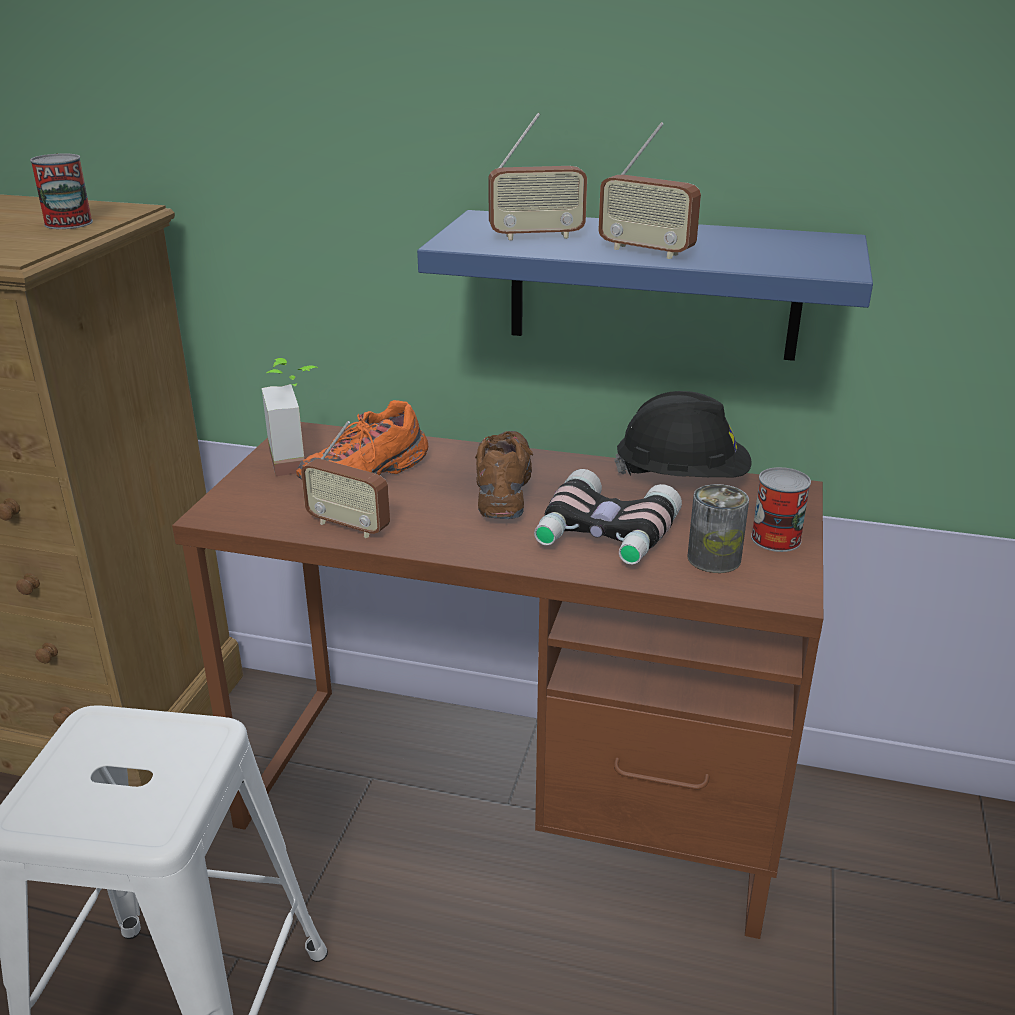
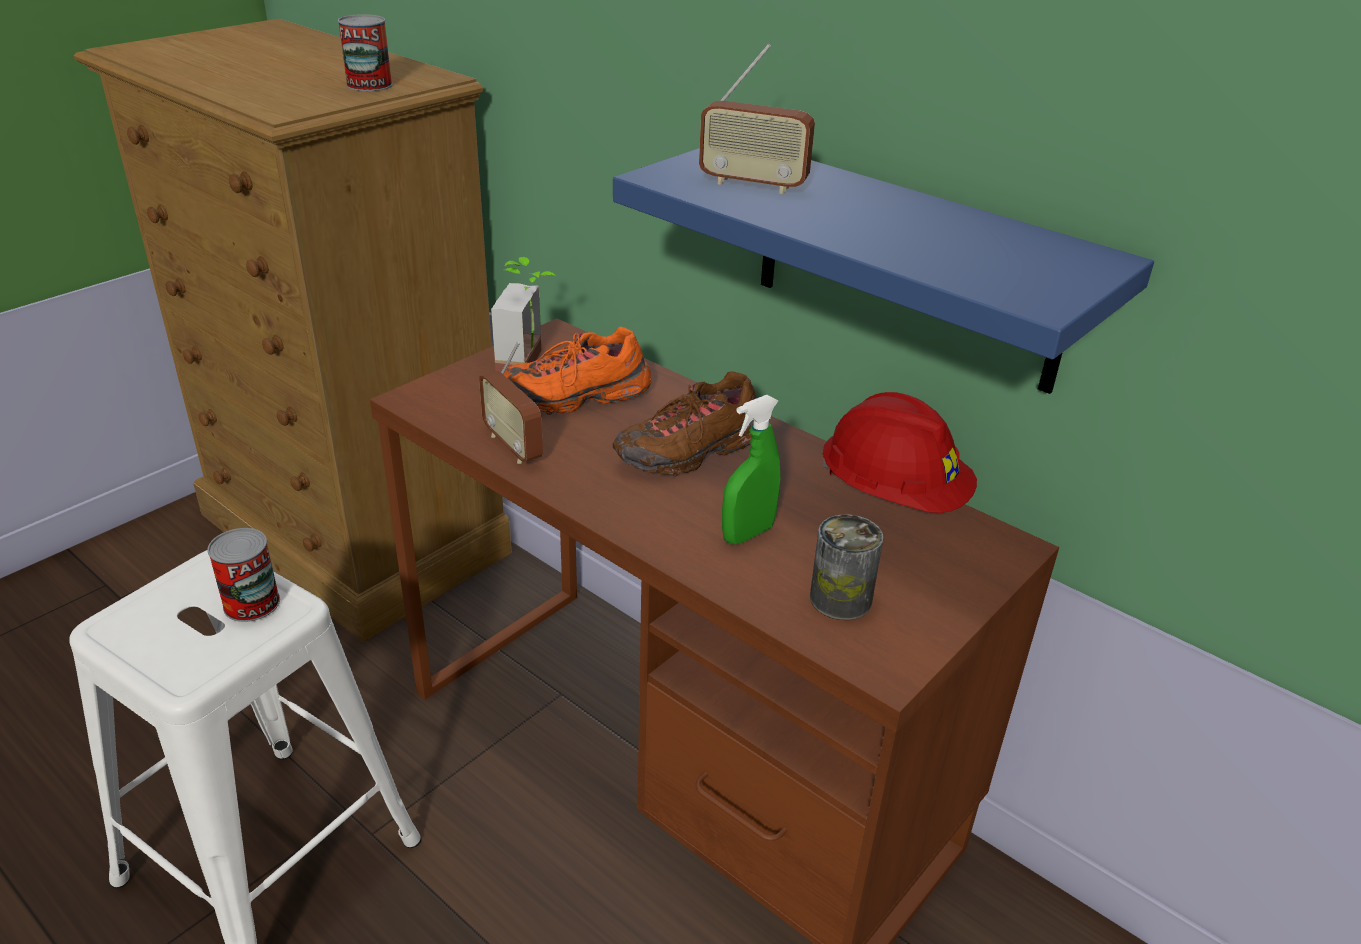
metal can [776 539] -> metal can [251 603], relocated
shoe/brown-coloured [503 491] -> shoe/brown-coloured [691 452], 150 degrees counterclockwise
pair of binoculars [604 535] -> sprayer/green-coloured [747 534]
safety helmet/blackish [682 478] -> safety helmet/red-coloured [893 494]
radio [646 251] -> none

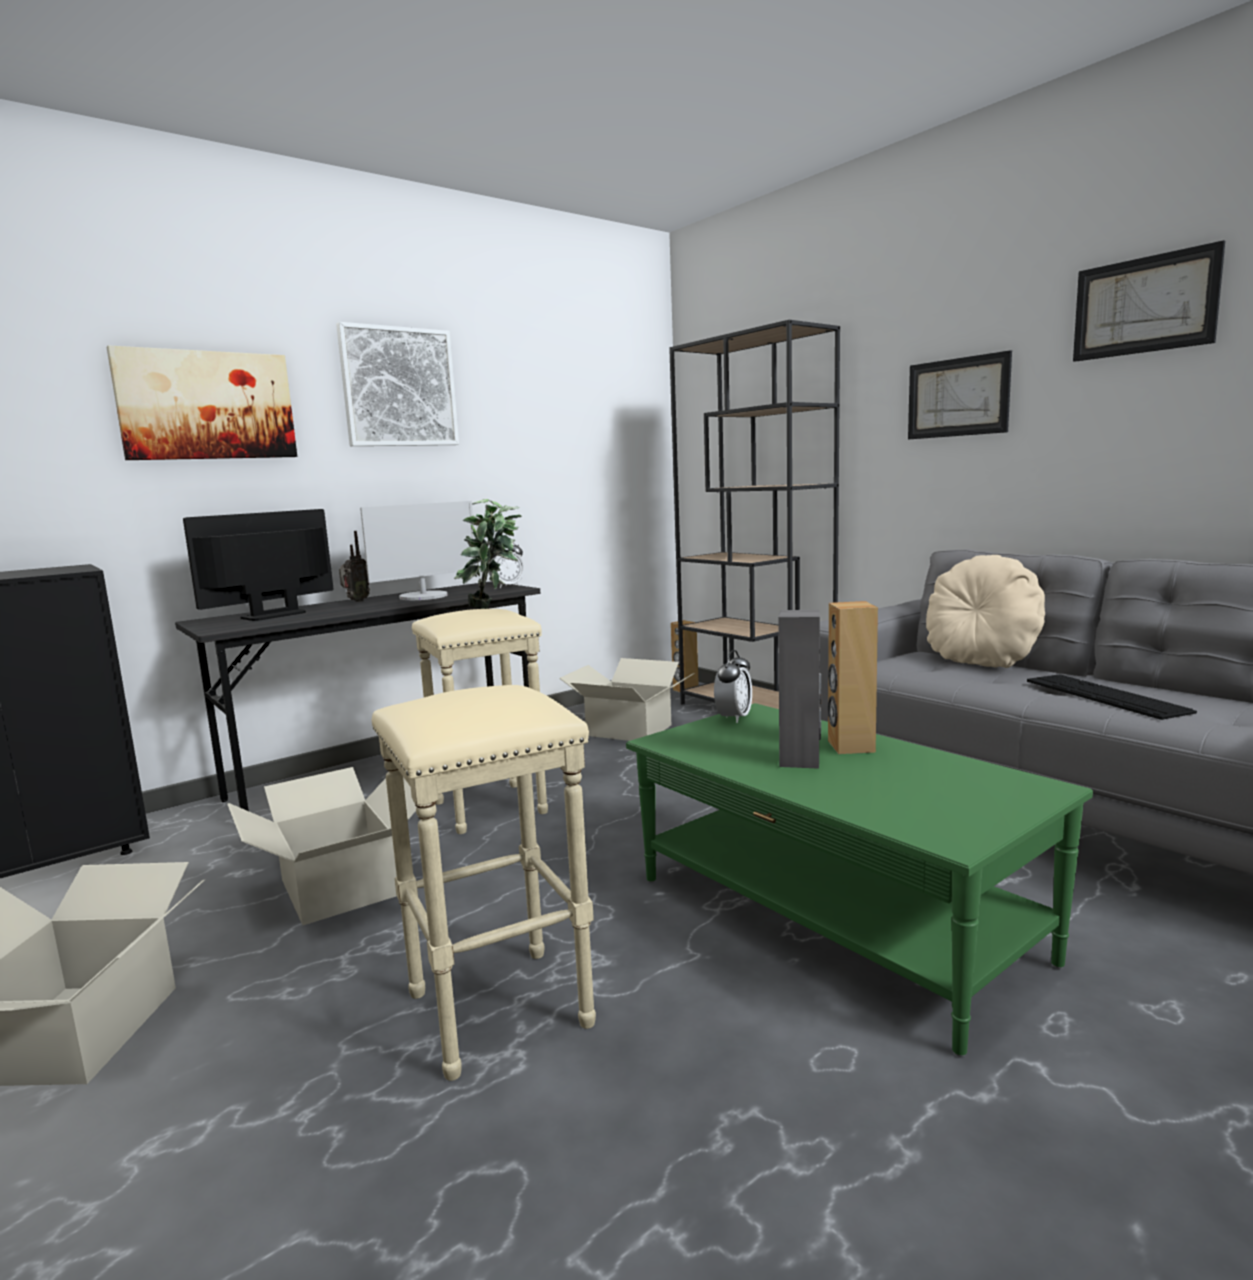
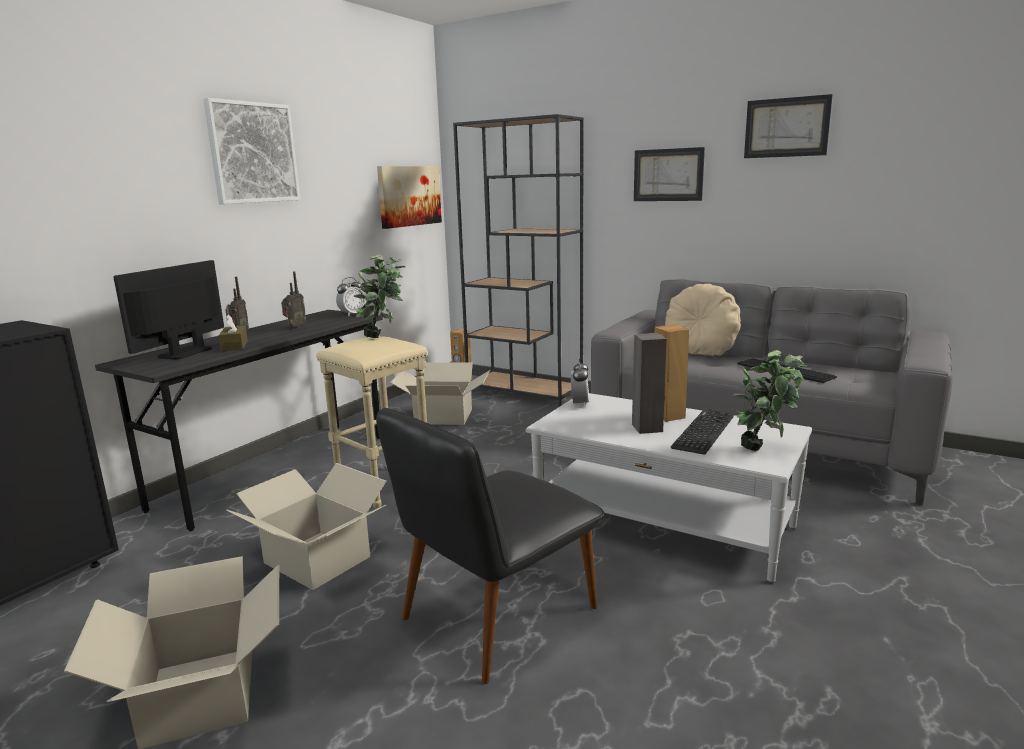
none -> tissue box/brown-coloured [234 346]
computer display [424 596] -> radio [295 327]
stool/beige [495 1008] -> plain chair/blackish [499 612]
picture [207 406] -> picture [409 196], relocated
coffee table/green-coloured [833 919] -> coffee table/whitish [664 523]
none -> PC keyboard [703 432]
none -> potted plant [765 449]

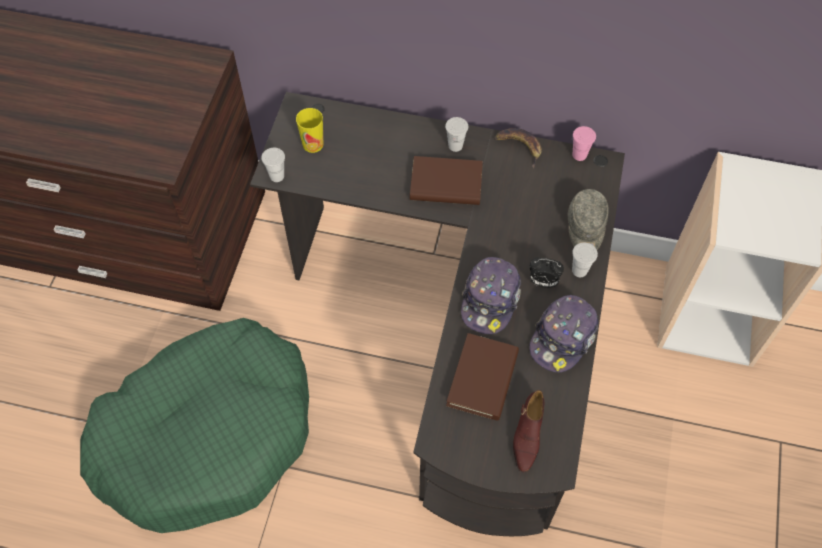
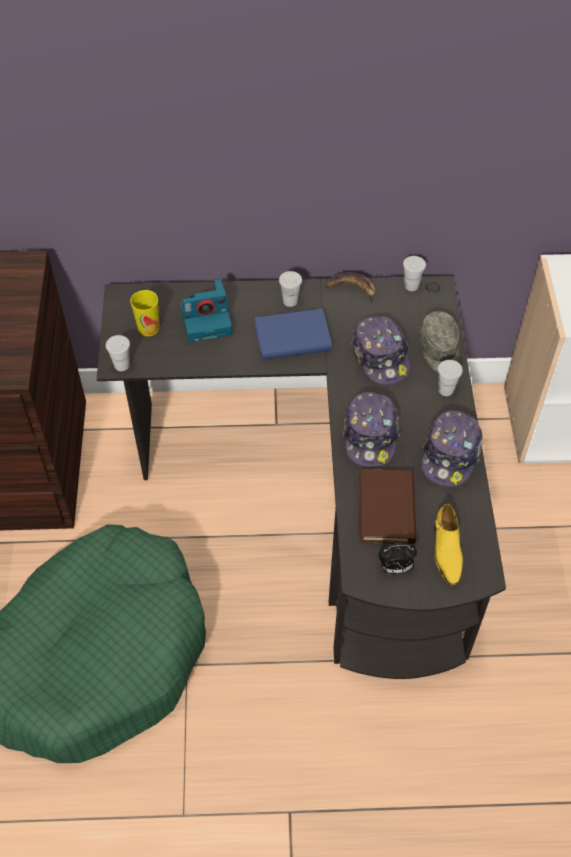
none -> photo camera [207 320]
volume/brown-coloured [446 184] -> volume/bluish [292 338]
none -> cap [380 356]
alarm clock [543 282] -> alarm clock [395 568], relocated
small cup/pink-coloured [579 155] -> small cup/whitish [411 285]
shoe/brown-coloured [527 436] -> shoe/yellowish [446 551]

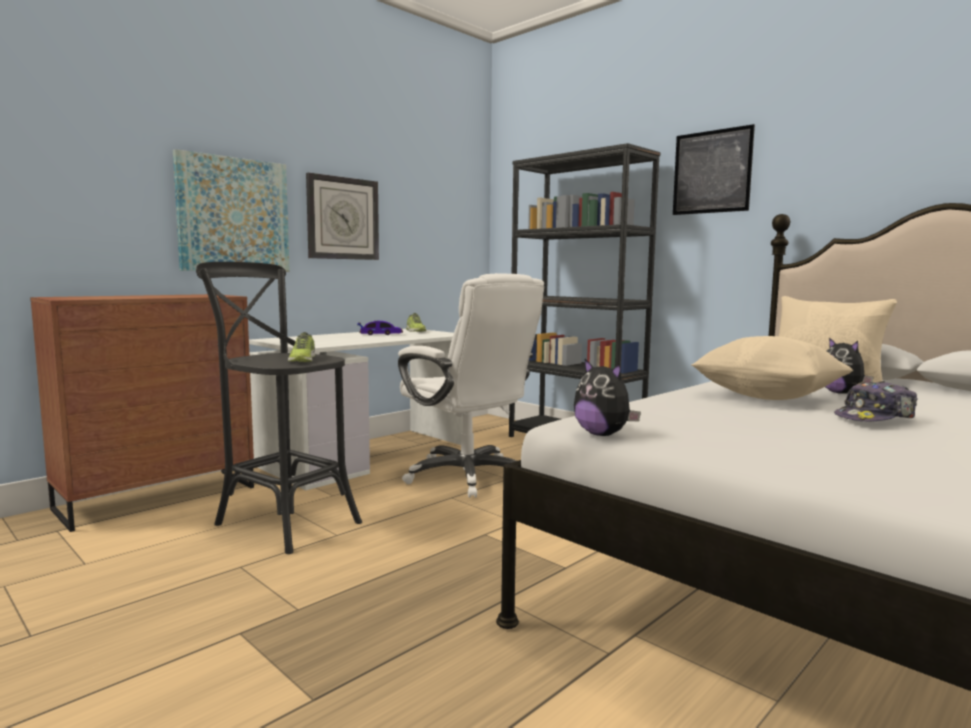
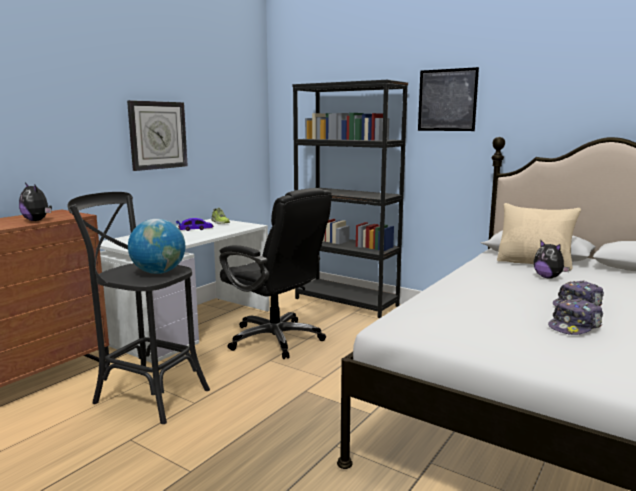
plush toy [603 434] -> plush toy [37 220], relocated
shoe [302 360] -> desk globe [159 272]
office chair/whitish [467 475] -> office chair/blackish [275 338]
none -> cap [575 326]
picture [233 215] -> none
cushion/beige [768 397] -> none

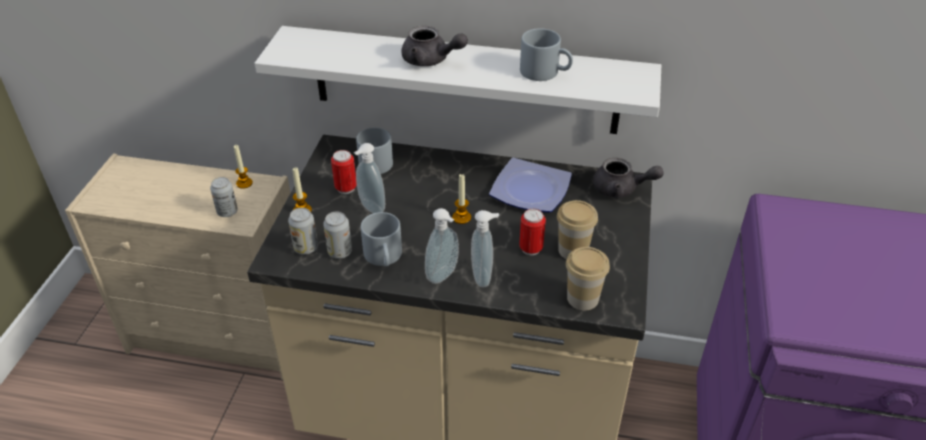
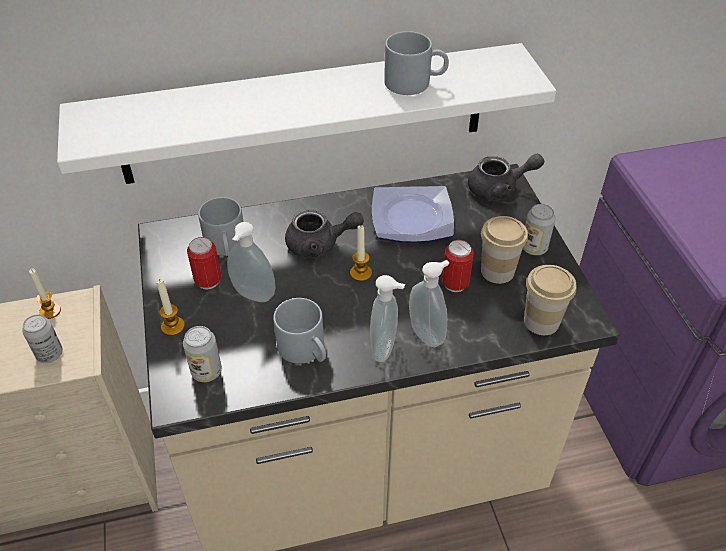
tea pot/greyish [431 60] -> tea pot/greyish [320 244], relocated
metal can [340 252] -> metal can [534 248], relocated

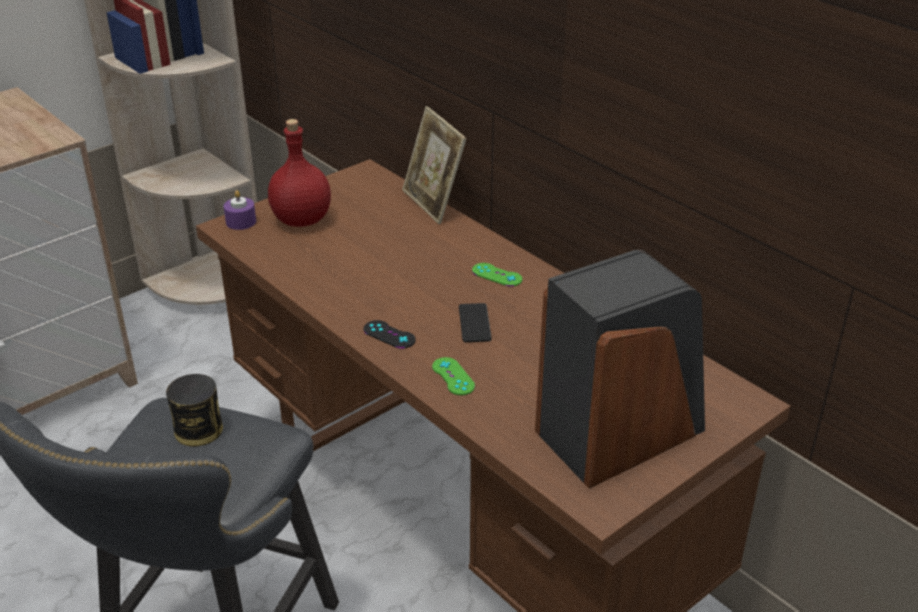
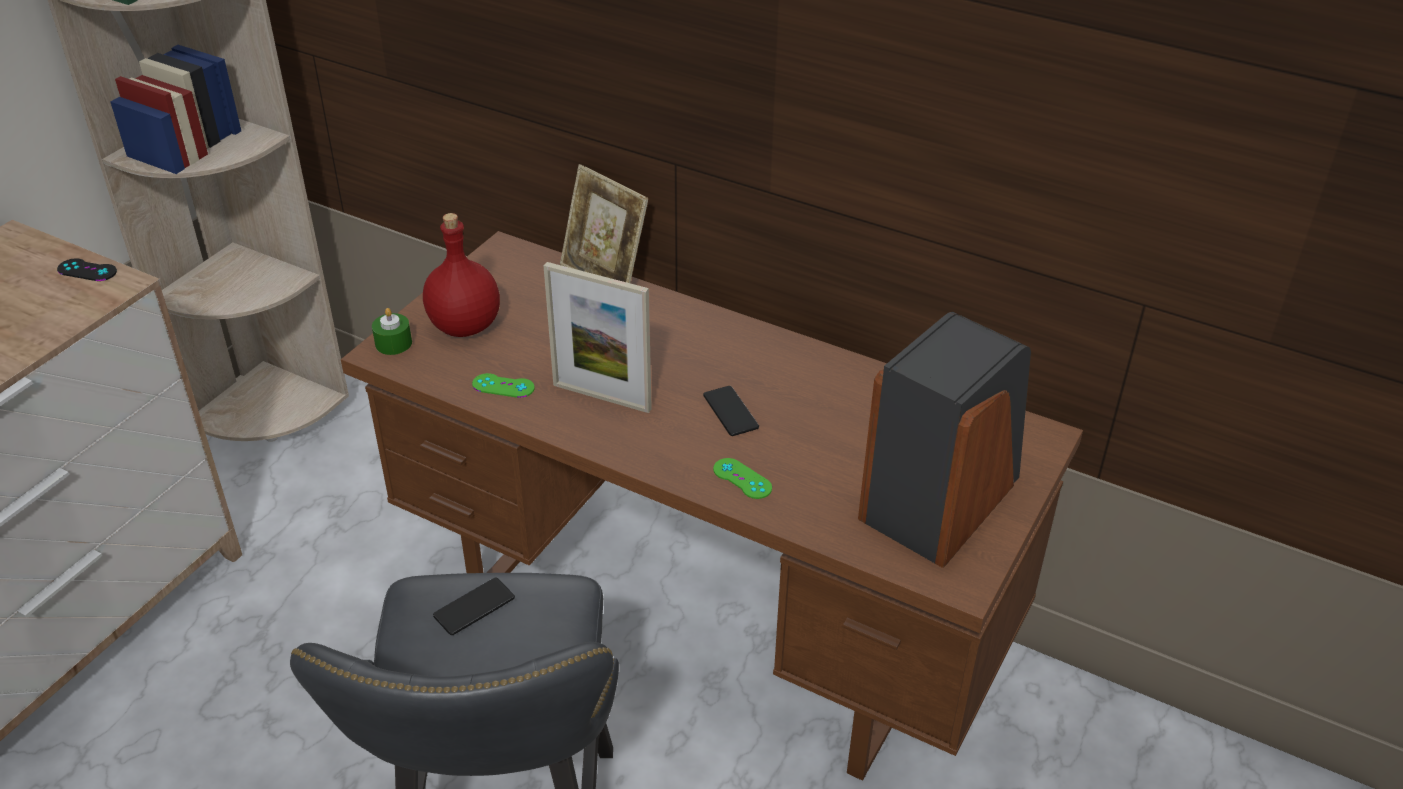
gamepad/blackish [389 334] -> gamepad/blackish [87 270], relocated
wax candle/purple-coloured [241 222] -> wax candle/green-coloured [393 343]
metal can [198 430] -> handset [474 607]
gamepad/green-coloured [497 275] -> gamepad/green-coloured [503 386], relocated
none -> picture frame [601 397]

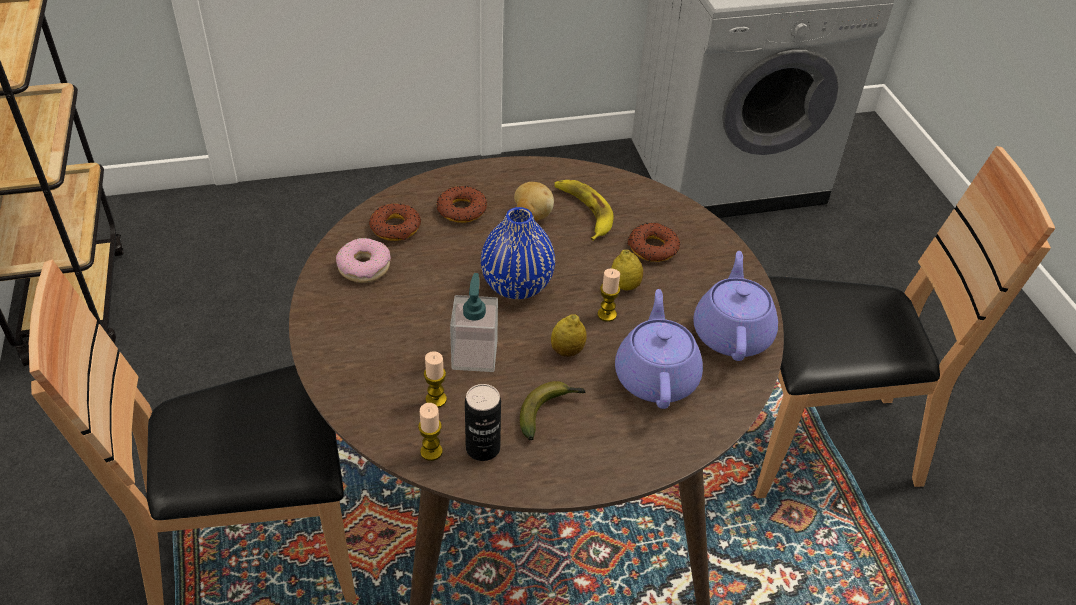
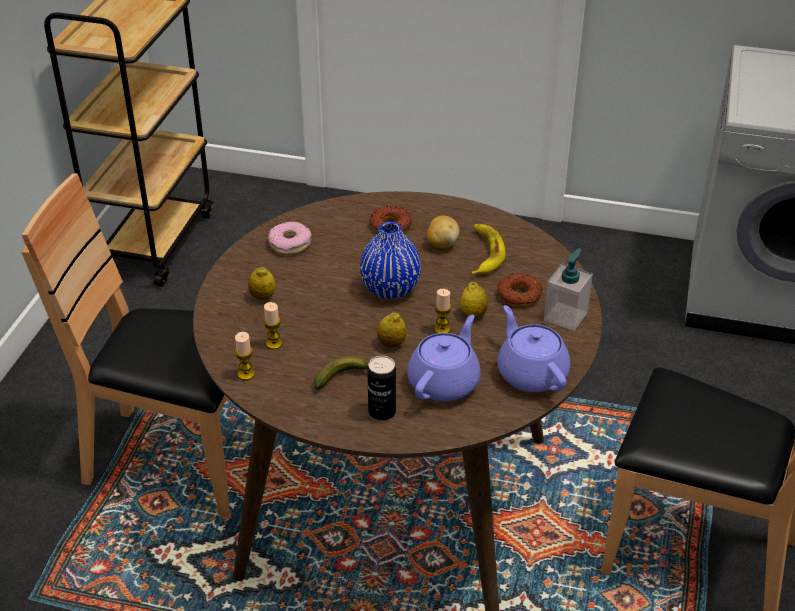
none -> citrus fruit [262 296]
metal can [483 448] -> metal can [382 411], relocated
tea pot/purple-coloured [732 333] -> tea pot/purple-coloured [531 373], 60 degrees counterclockwise
liquid soap bottle [474 355] -> liquid soap bottle [565 316], relocated
donut [395 227] -> none

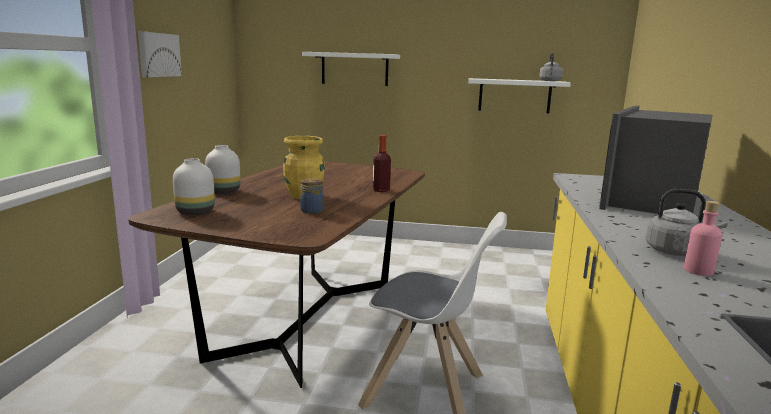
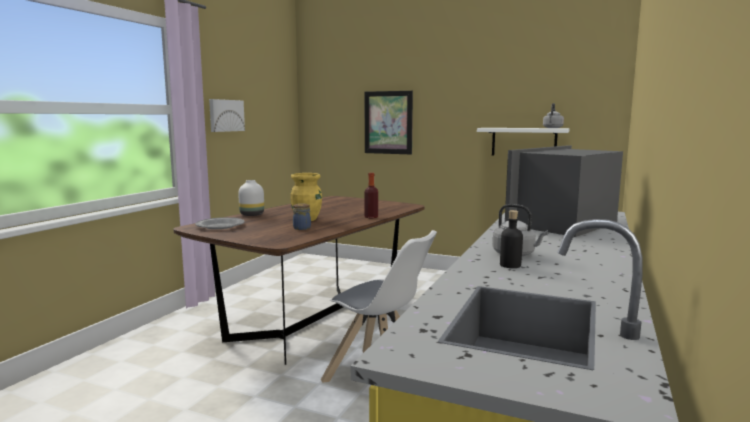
decorative vase/whitish [196 212] -> dinner plate/greyish [220 226]
shelf/whitish [354 69] -> picture [388 122]
drink bottle/pink-coloured [698 271] -> drink bottle/blackish [510 265]

